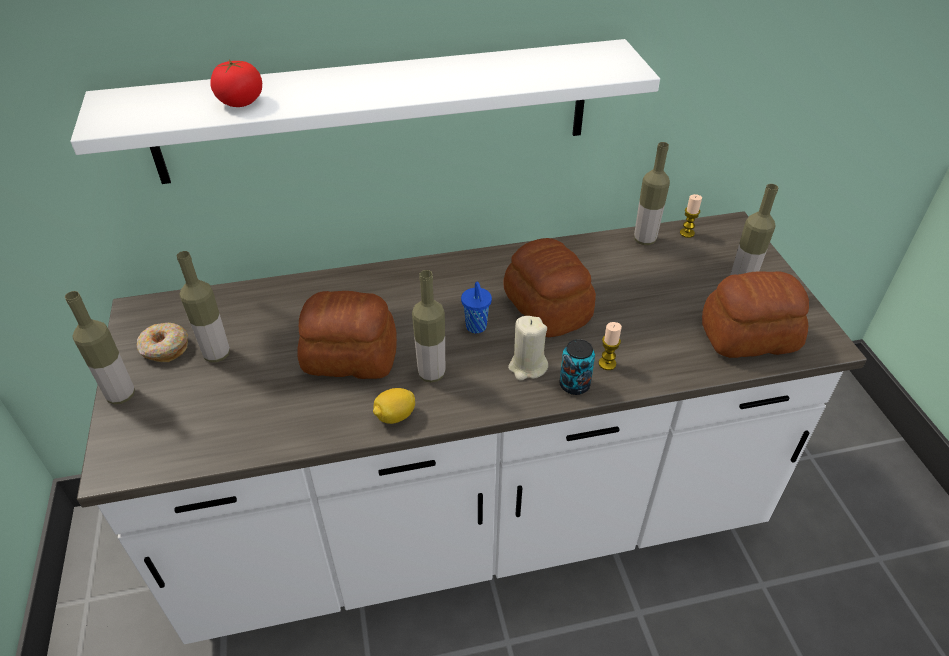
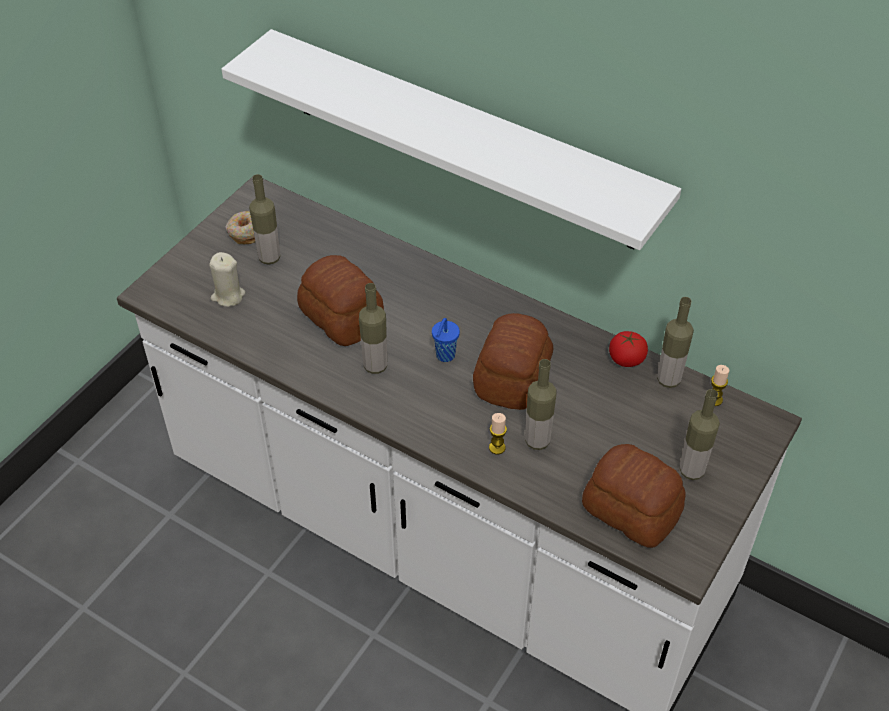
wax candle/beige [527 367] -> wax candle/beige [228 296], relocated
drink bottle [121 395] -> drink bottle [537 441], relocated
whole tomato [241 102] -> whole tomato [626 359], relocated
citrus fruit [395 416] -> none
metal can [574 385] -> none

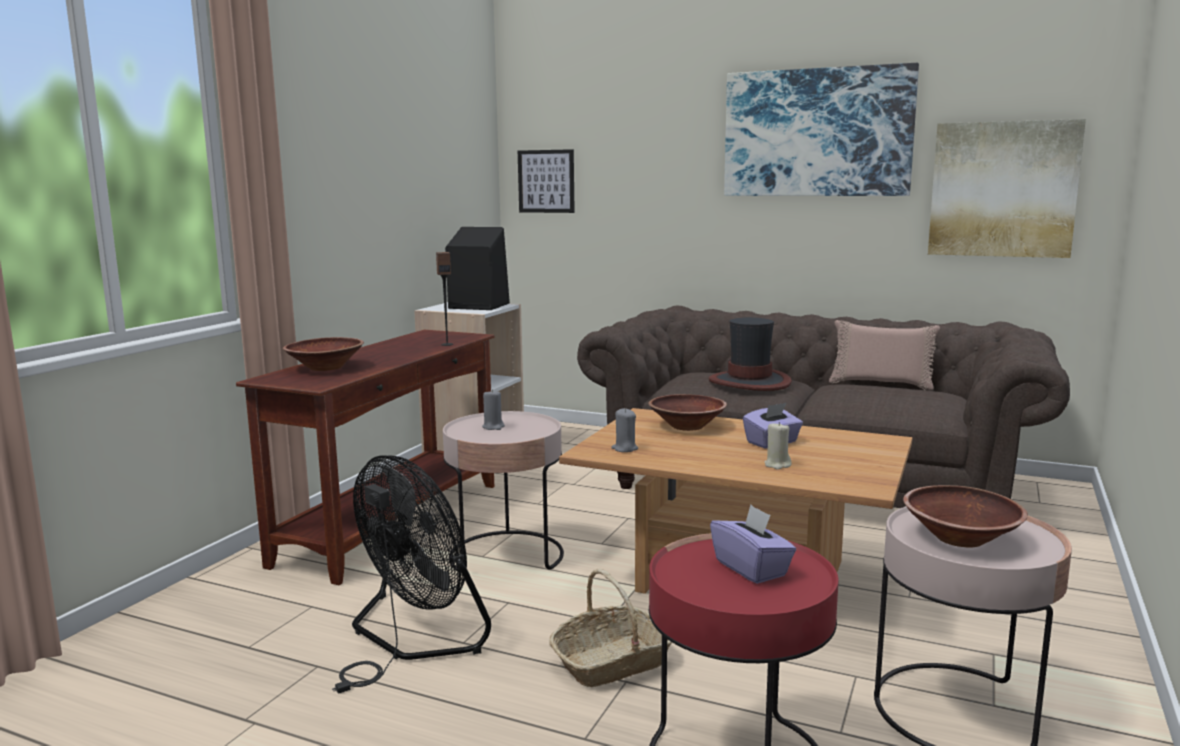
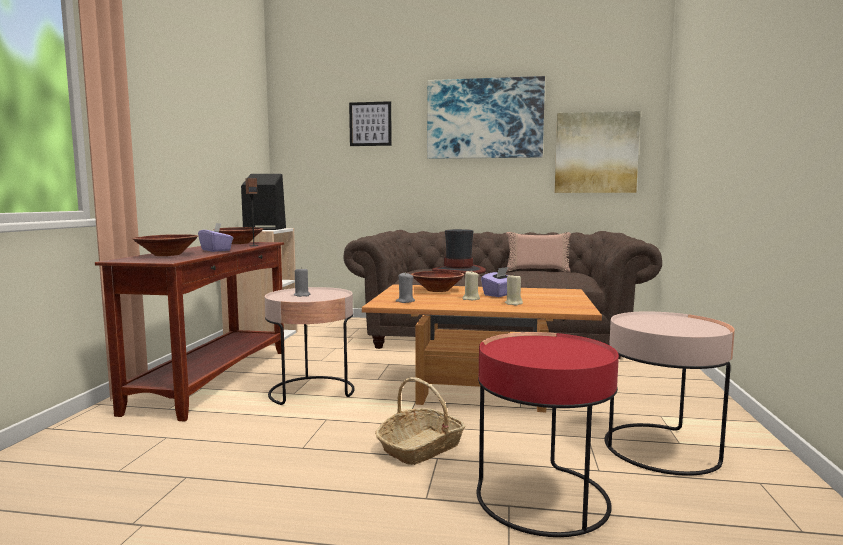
tissue box/purple-coloured [751 568] -> tissue box/purple-coloured [216 250], relocated
serving bowl/brown-coloured [960 538] -> serving bowl/brown-coloured [239 243], relocated
picture [546 181] -> picture [370 124], relocated
none -> wax candle/beige [471 299]
cooling fan/blackish [402 638] -> none

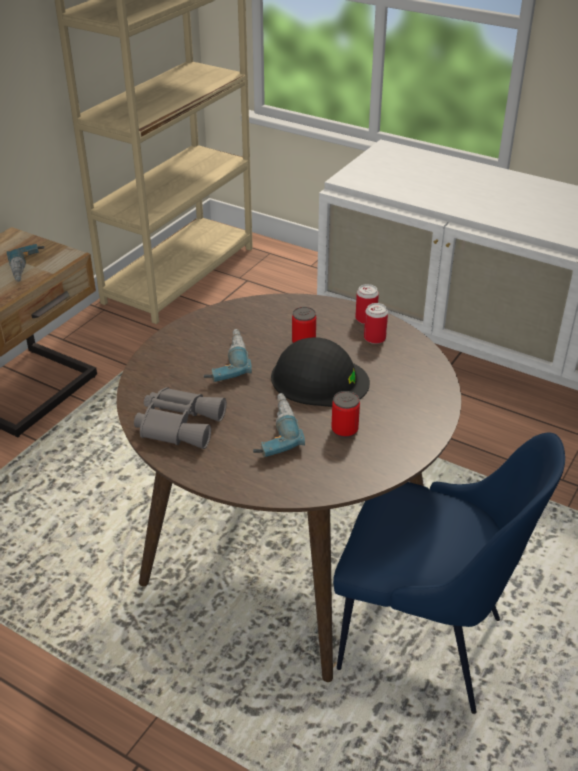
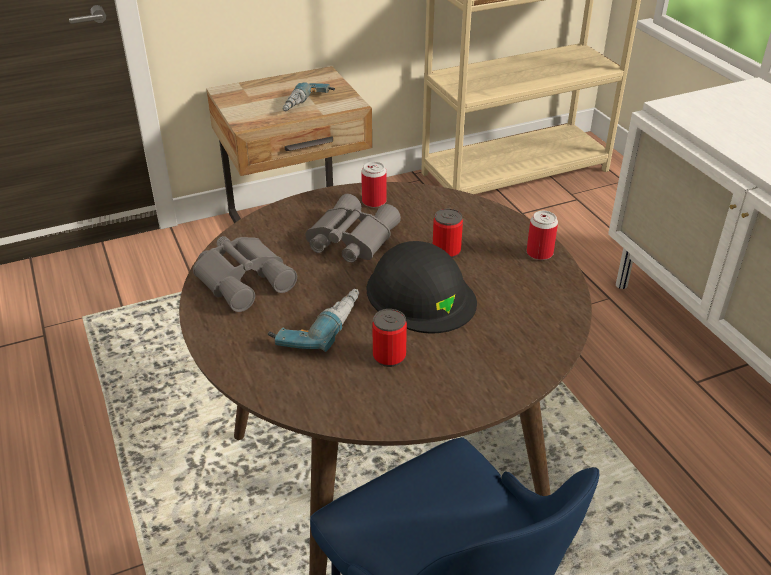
electric drill [225 361] -> pair of binoculars/greyish [349 239]
metal can [374 338] -> metal can [374 201], relocated

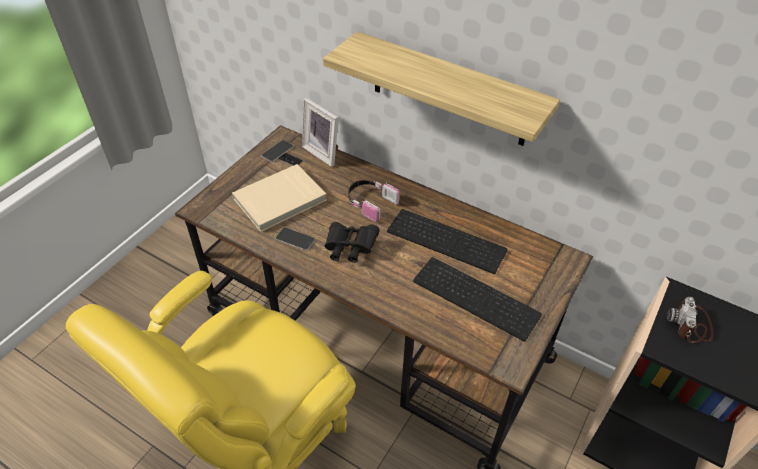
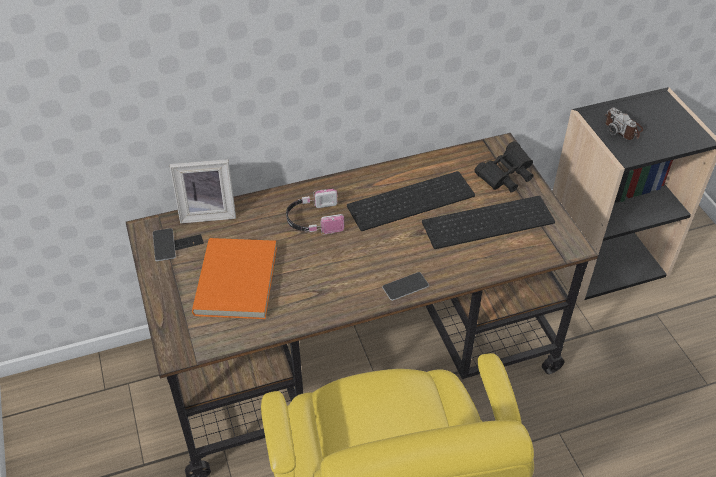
volume/beige [280 200] -> volume/orange-coloured [238 281]
handset [295 239] -> handset [405 286], relocated
pair of binoculars/blackish [349 248] -> pair of binoculars/blackish [505 177], relocated
shelf [449 90] -> none

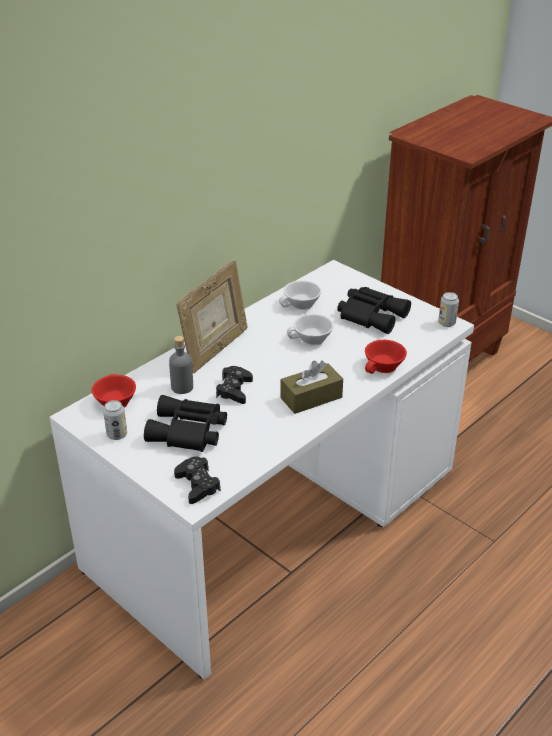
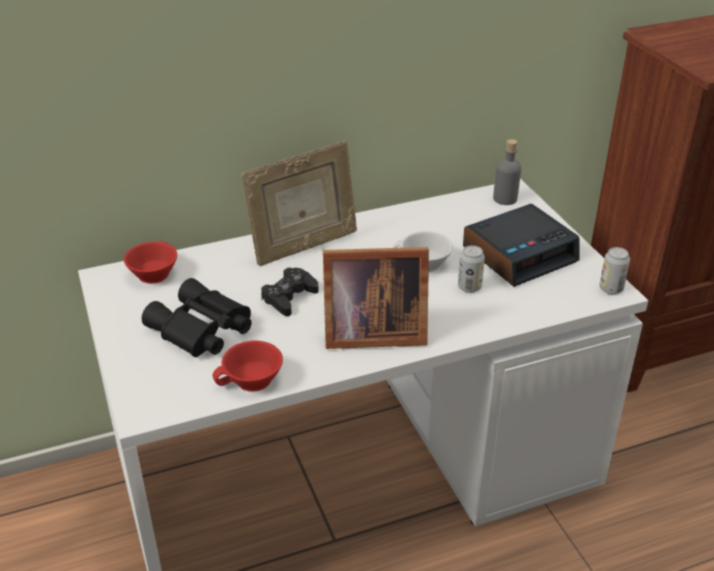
small cup/red-coloured [384 367] -> small cup/red-coloured [252 381], relocated
tissue box/brown-coloured [311 398] -> picture frame [370 332]
metal can [117 435] -> metal can [469 287], relocated
pair of binoculars/blackish [372 315] -> alarm clock [520 254]
drink bottle/greyish [182 387] -> drink bottle/greyish [505 199], relocated
gamepad/blackish [197 485] -> none
small cup/whitish [301 305] -> none

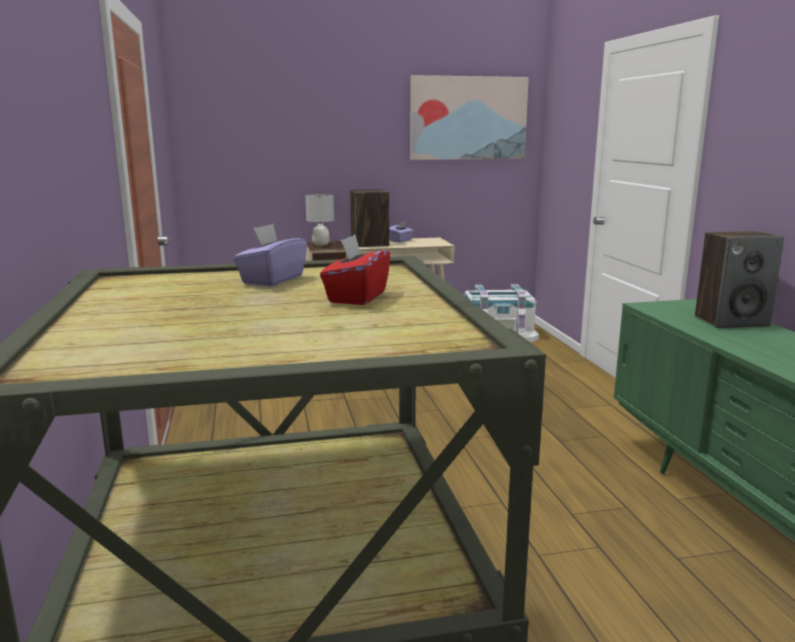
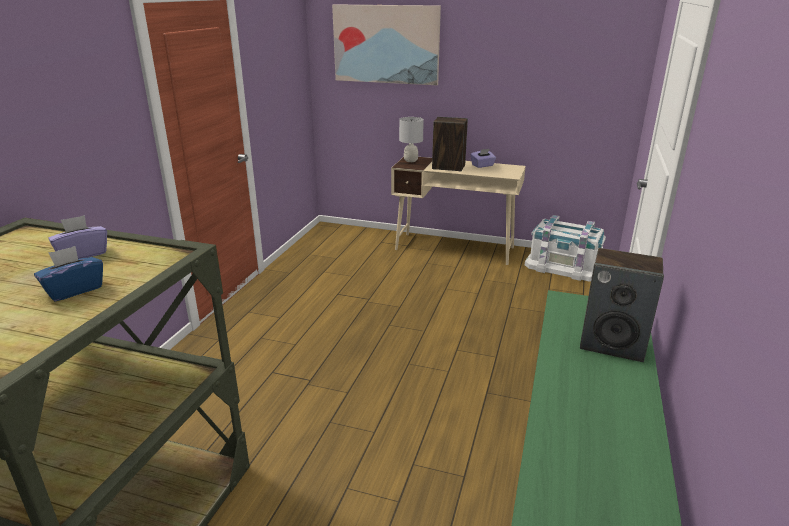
tissue box/red-coloured [356 297] -> tissue box/bluish [74 290]
picture [468 118] -> picture [386 44], relocated

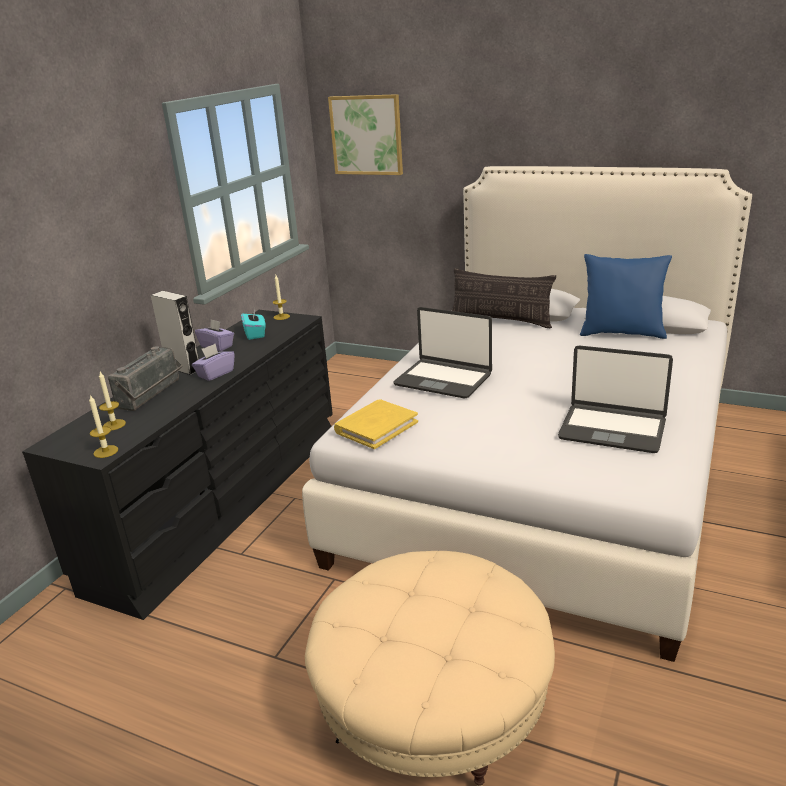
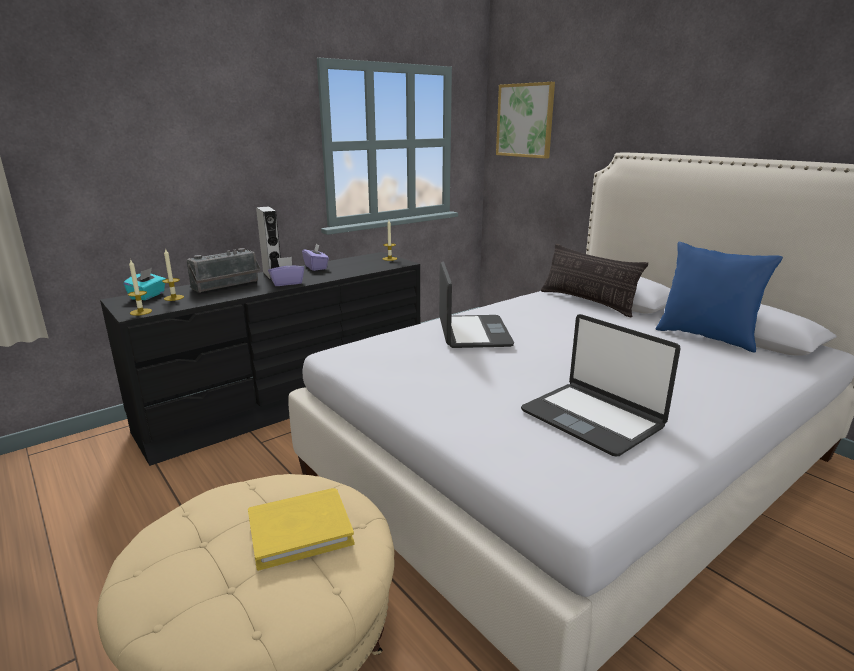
tissue box/turquoise-coloured [255 334] -> tissue box/turquoise-coloured [148 296], relocated
volume/yellowish [376 427] -> volume/yellowish [300 530], relocated
notebook computer [443 379] -> notebook computer [473 333], 150 degrees counterclockwise

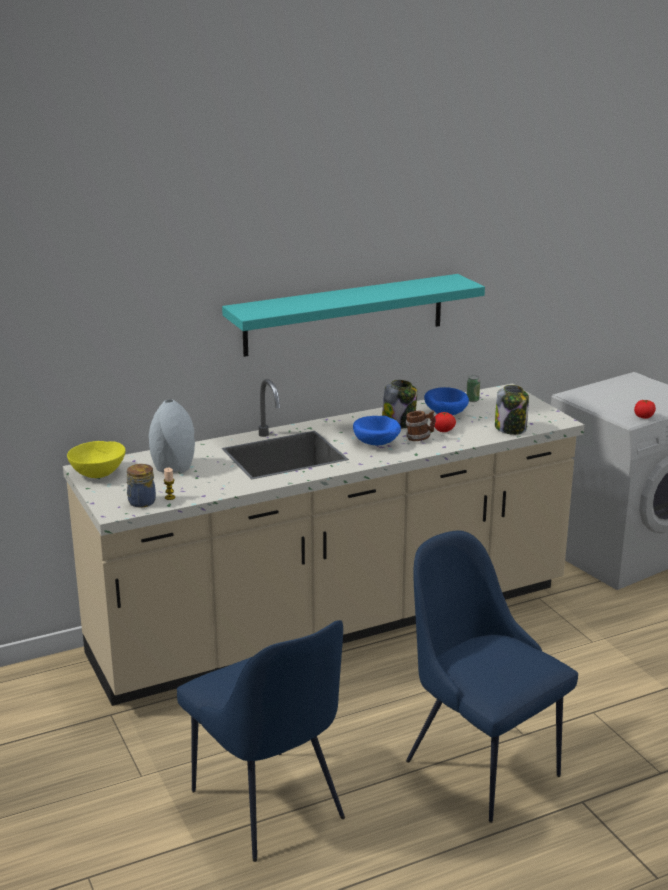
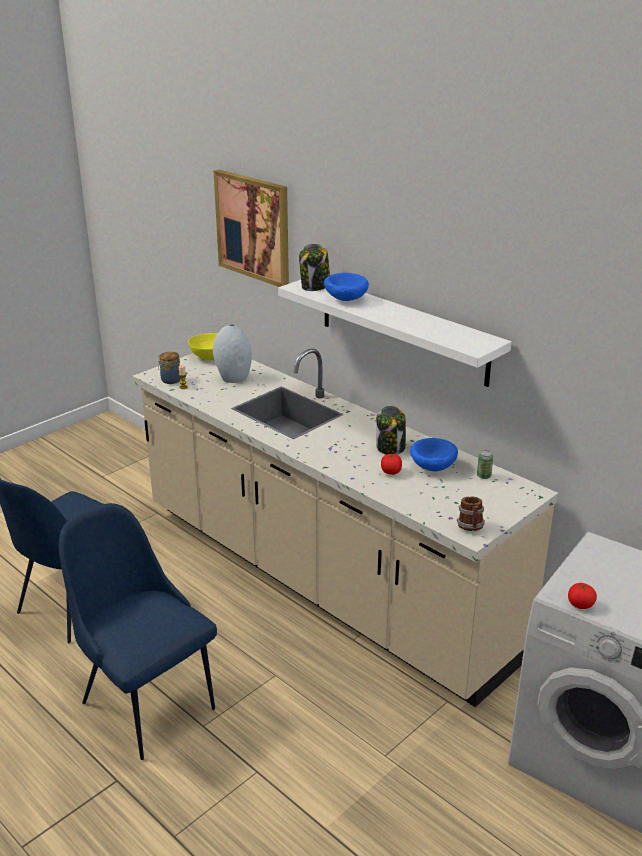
plain chair/bluish [480 768] -> plain chair/bluish [146 706], 75 degrees counterclockwise
none -> picture [253 227]
shelf/turquoise-coloured [345 314] -> shelf/whitish [402 329]
storage jar [511 428] -> storage jar [315 286], relocated
serving bowl/bluish [377 444] -> serving bowl/bluish [345 300], relocated
tea mug [419 438] -> tea mug [471 528], relocated

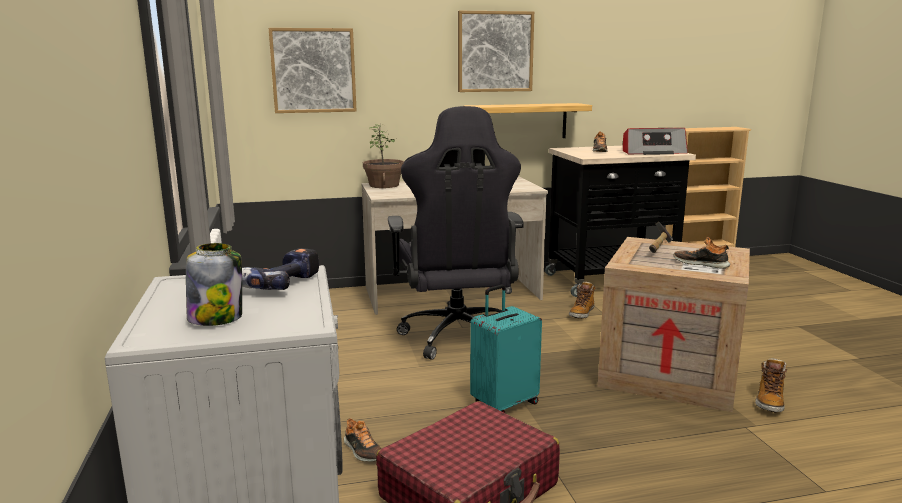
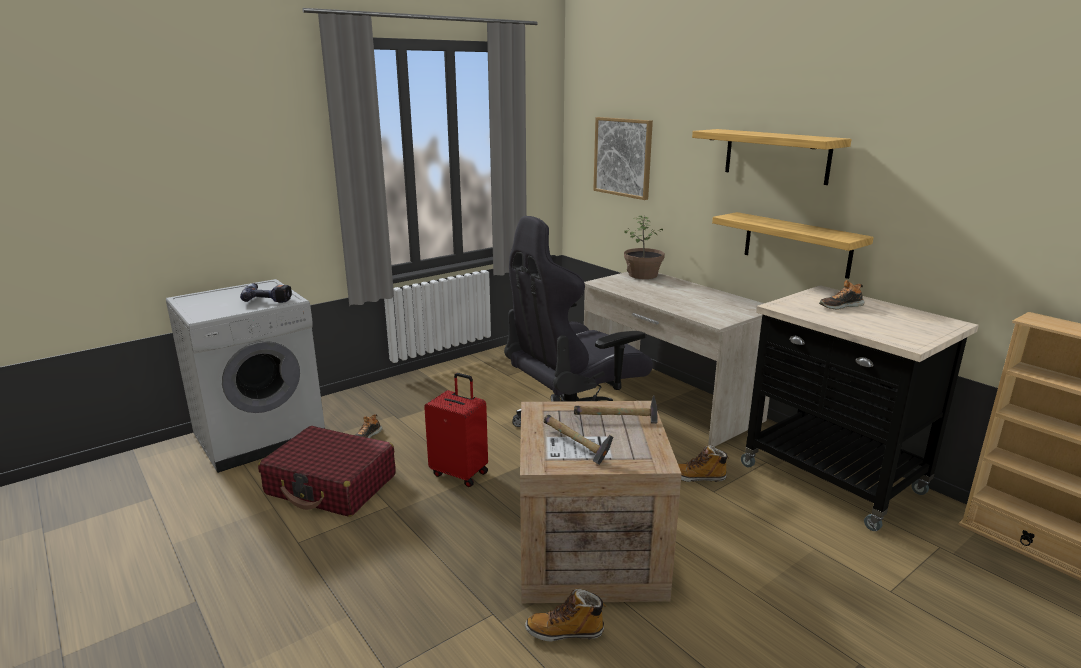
travel case/turquoise-coloured [504 403] -> travel case/red-coloured [460 473]
shoe [701 264] -> hammer [575 446]
picture [495 52] -> shelf [776 156]
storage jar [216 318] -> none
radio [652 152] -> none

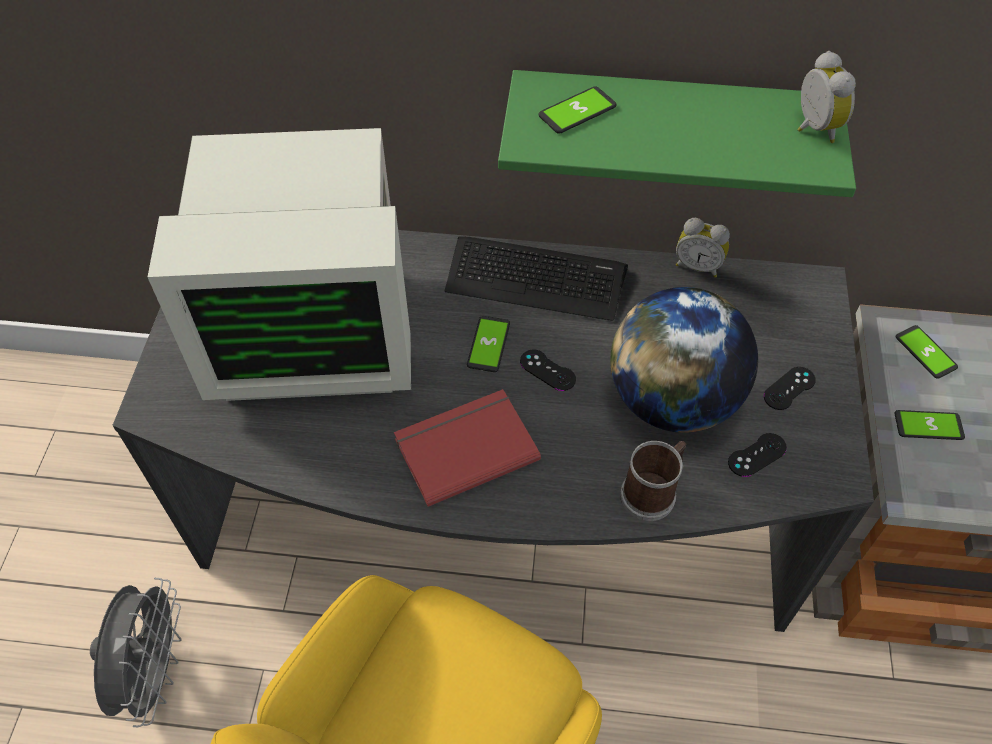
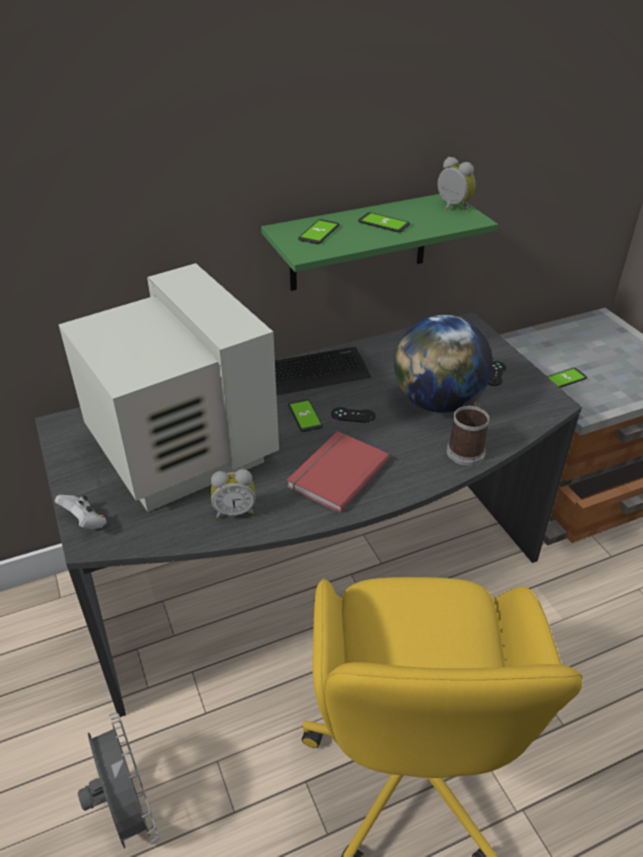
none -> gamepad/whitish [85 522]
computer display [313 329] -> computer display [179 451], 90 degrees counterclockwise
alarm clock [698 266] -> alarm clock [235 511], relocated
handset [925 352] -> handset [383 223], relocated
gamepad/blackish [757 455] -> none

